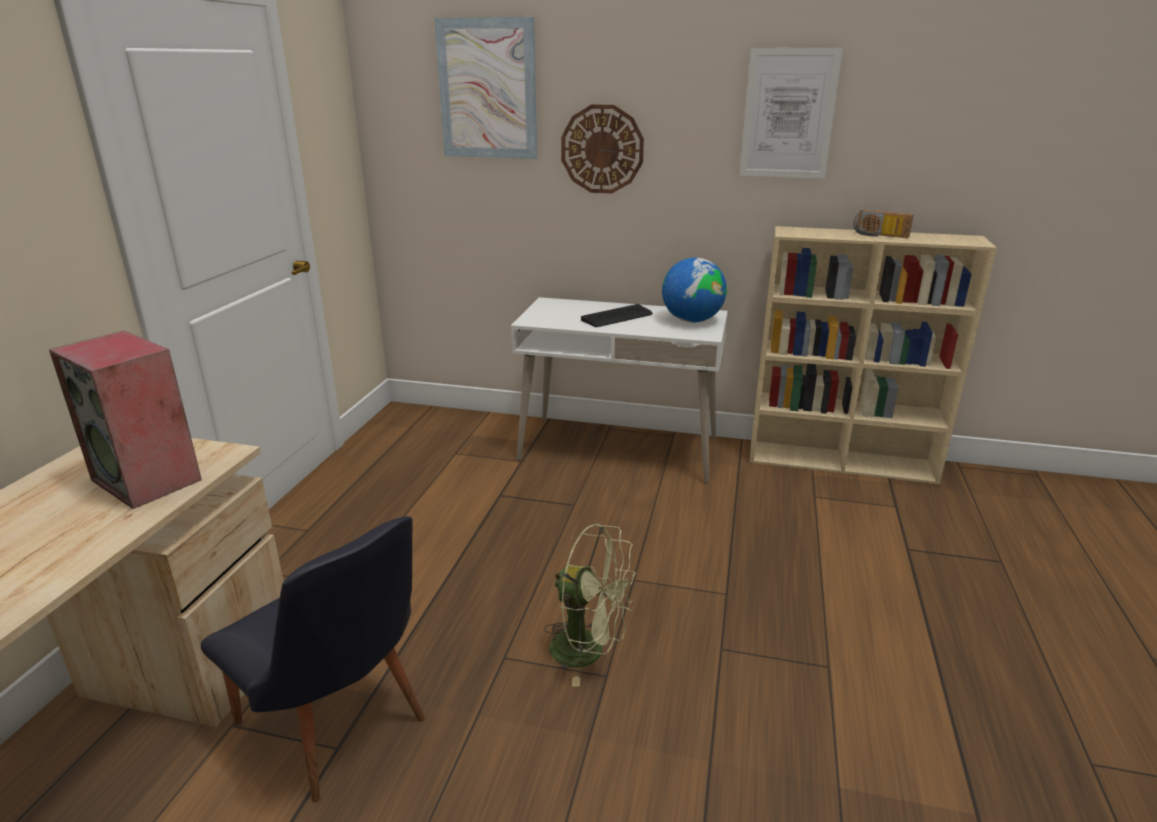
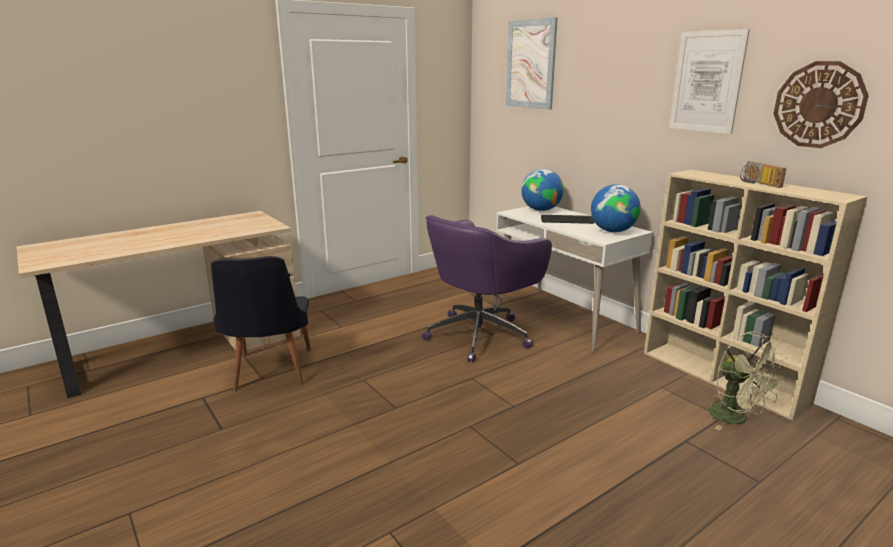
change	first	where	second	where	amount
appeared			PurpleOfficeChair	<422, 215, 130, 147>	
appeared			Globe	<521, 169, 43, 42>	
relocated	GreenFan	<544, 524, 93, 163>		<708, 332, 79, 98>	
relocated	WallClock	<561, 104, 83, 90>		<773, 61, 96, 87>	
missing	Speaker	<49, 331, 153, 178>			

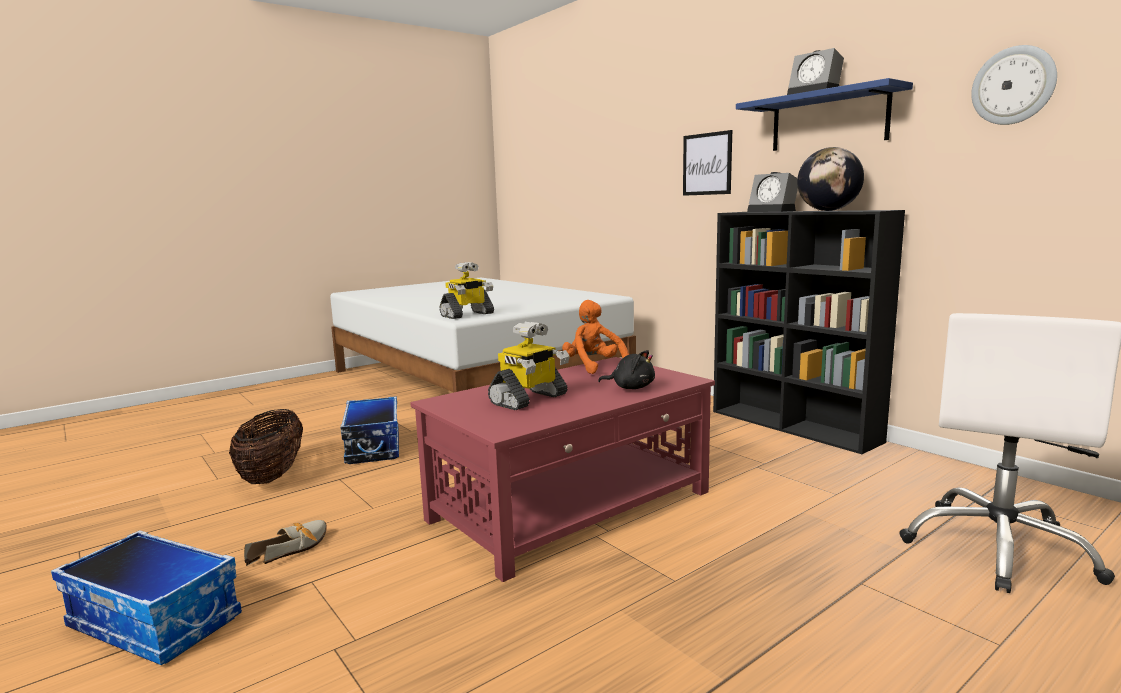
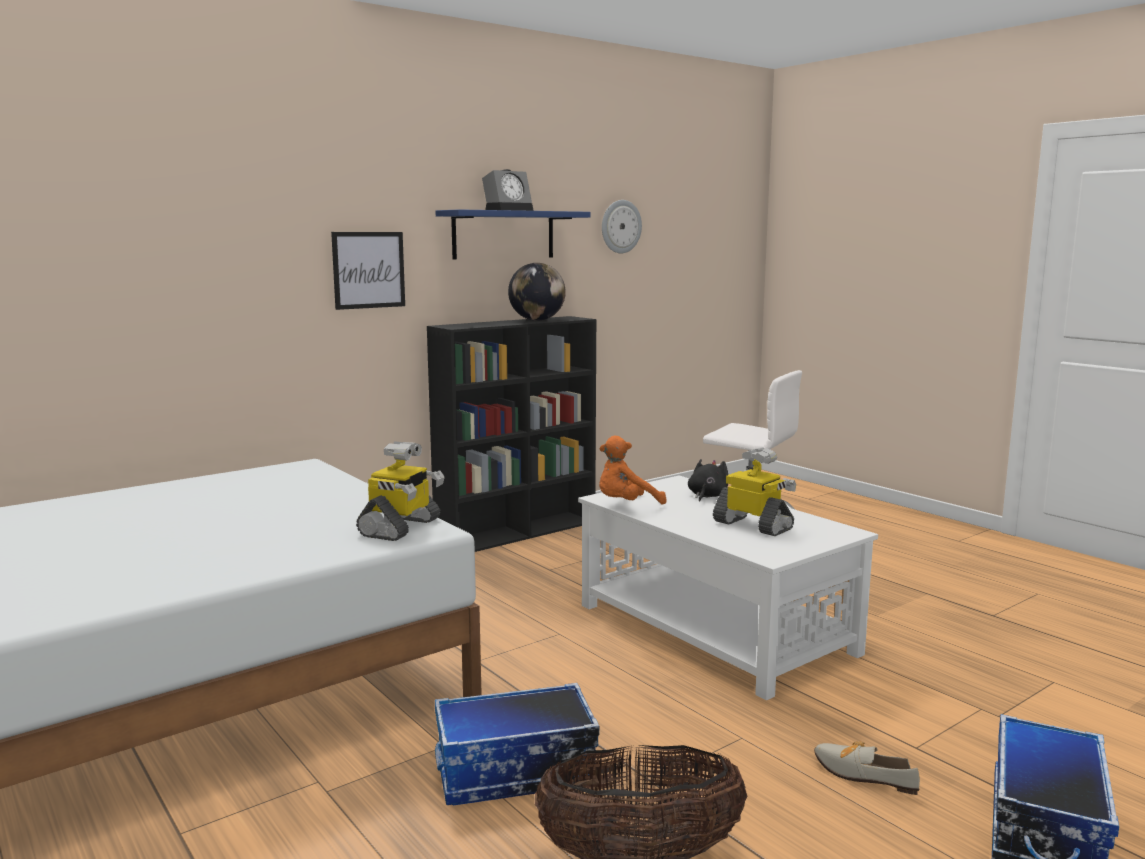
change	first	where	second	where	amount
spun	ToyRobot	<439, 262, 55, 57>		<356, 441, 89, 100>	60 degrees clockwise
colour	RedCoffeeTable	<410, 357, 305, 225>	WhiteCoffeeTable	<578, 476, 300, 224>	
missing	AlarmClock	<747, 172, 51, 40>			

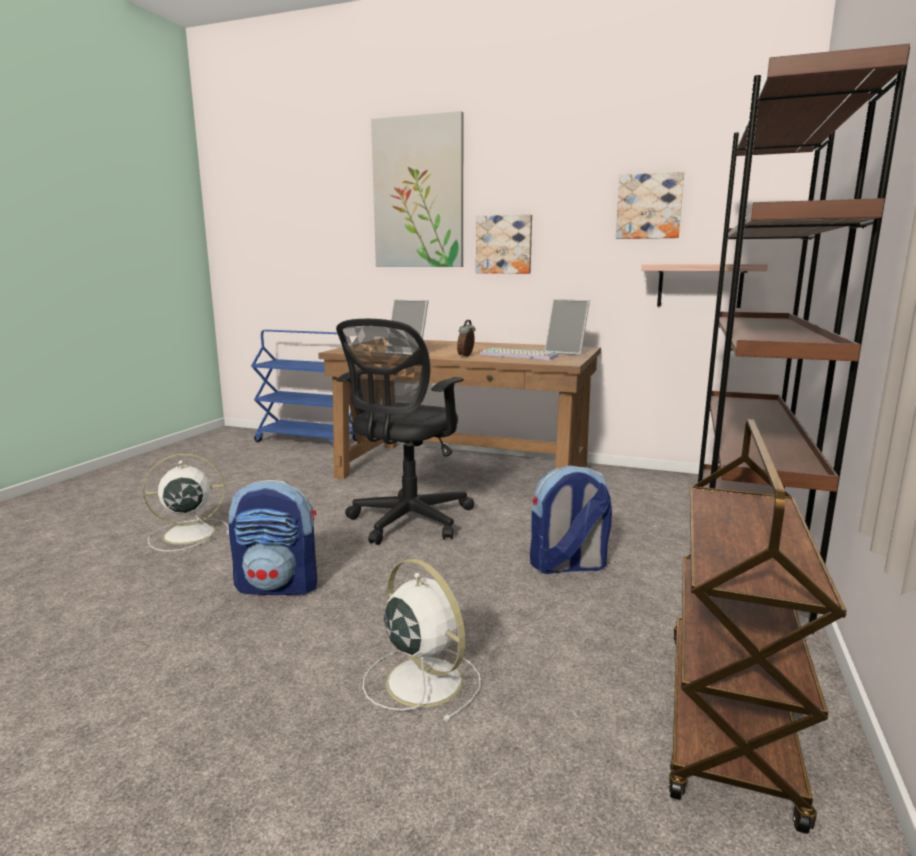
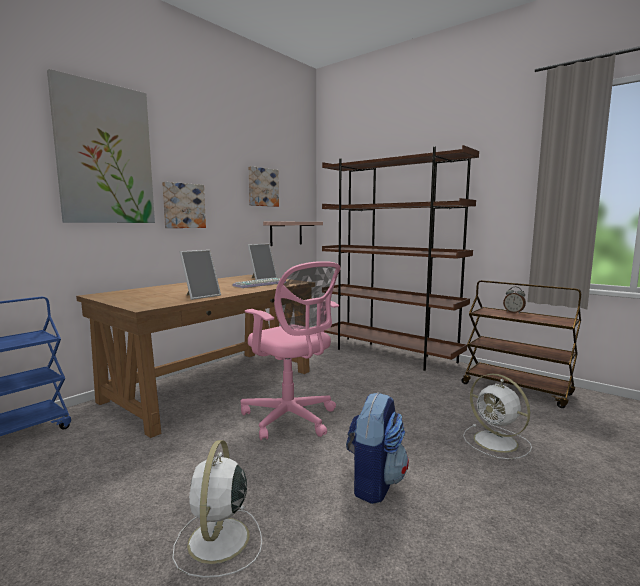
change	first	where	second	where	amount
colour	BlackOfficeChair	<336, 319, 139, 226>	PinkOfficeChair	<241, 261, 100, 179>	
spun	WhiteFan	<363, 559, 118, 163>		<463, 374, 69, 85>	105 degrees counterclockwise
relocated	AlarmClock	<457, 320, 18, 37>		<503, 287, 23, 26>	
missing	Backpack	<530, 465, 82, 109>			

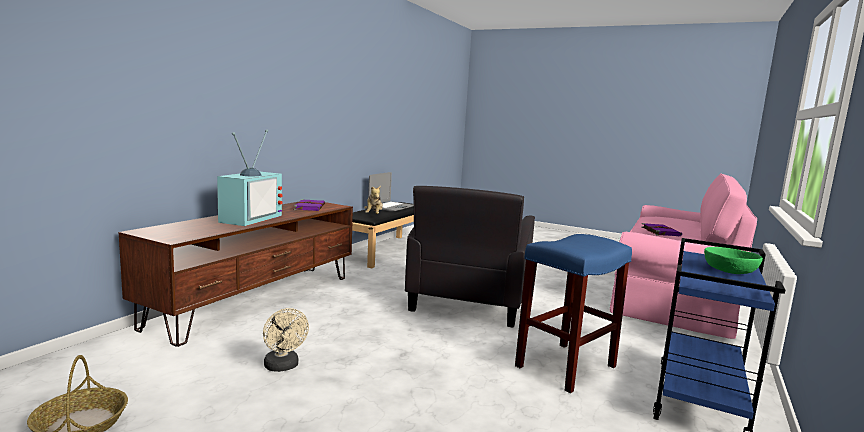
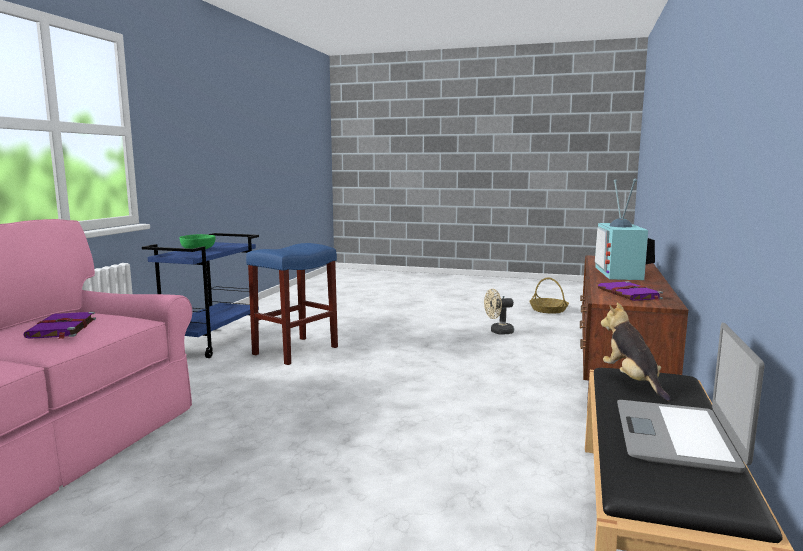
change	first	where	second	where	amount
spun	BeigeFan	<263, 308, 46, 64>		<484, 289, 30, 45>	60 degrees counterclockwise
missing	BlackArmchair	<405, 186, 130, 142>			

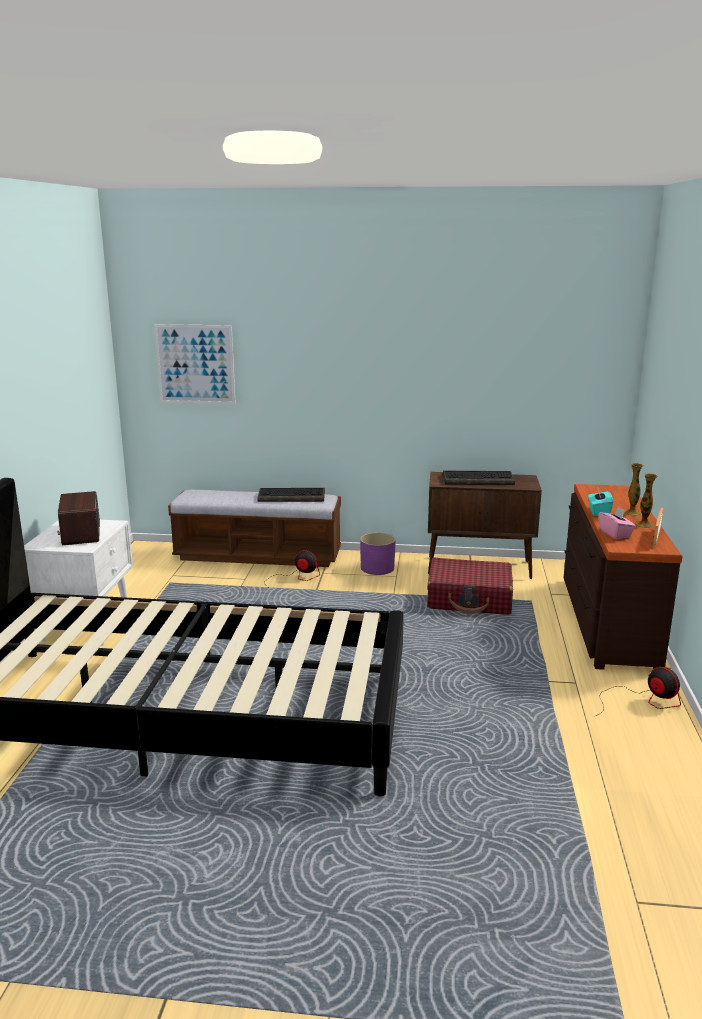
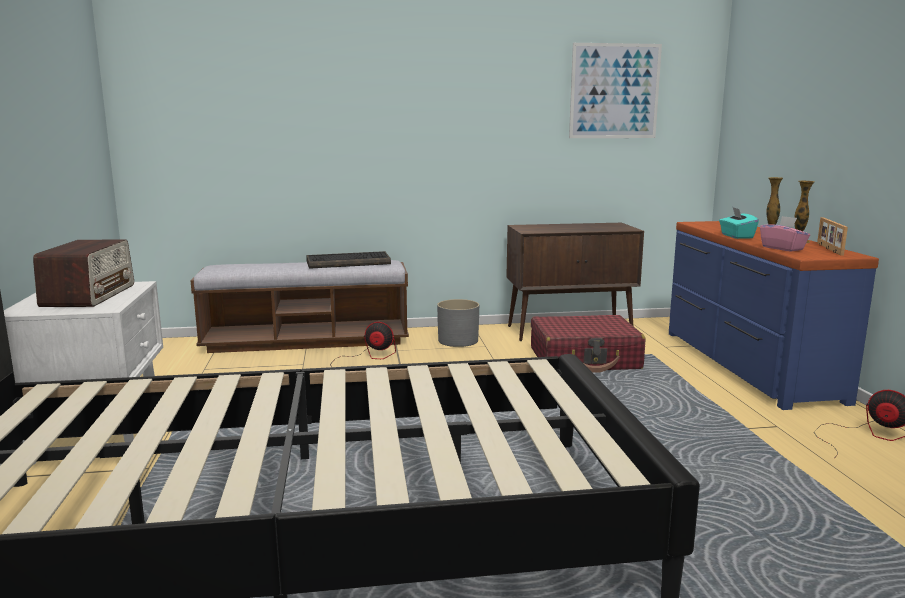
change	first	where	second	where	amount
spun	Radio	<57, 491, 43, 54>		<33, 240, 101, 67>	150 degrees counterclockwise
colour	PurplePlanter	<360, 533, 36, 42>	GreyPlanter	<437, 299, 42, 48>	
relocated	Picture	<154, 324, 82, 80>		<569, 43, 93, 95>	
colour	BrownDresser	<563, 484, 119, 186>	BlueDresser	<669, 221, 210, 189>	
missing	Keyboard	<443, 471, 72, 14>			

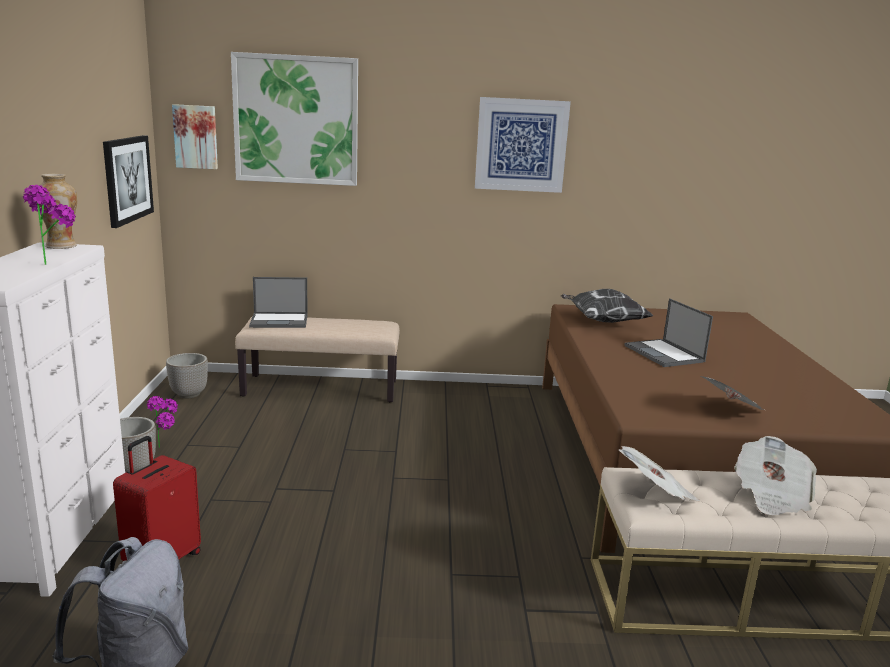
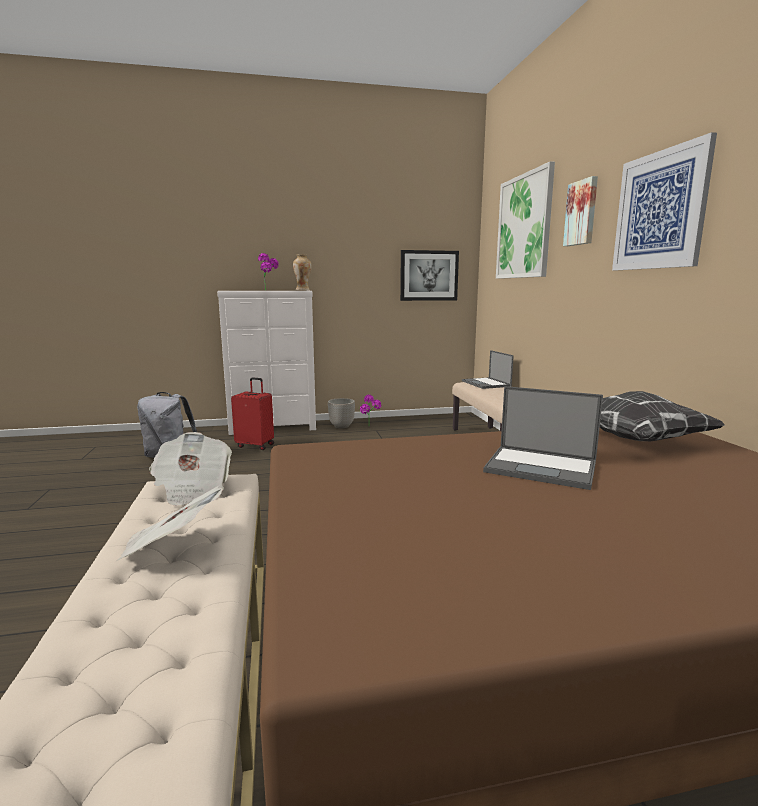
change	first	where	second	where	amount
spun	Laptop	<624, 298, 89, 69>		<483, 386, 120, 104>	120 degrees counterclockwise
relocated	Picture	<172, 104, 46, 65>		<563, 176, 35, 70>	
missing	Planter	<166, 353, 42, 46>			
missing	Newspaper	<701, 376, 63, 34>			

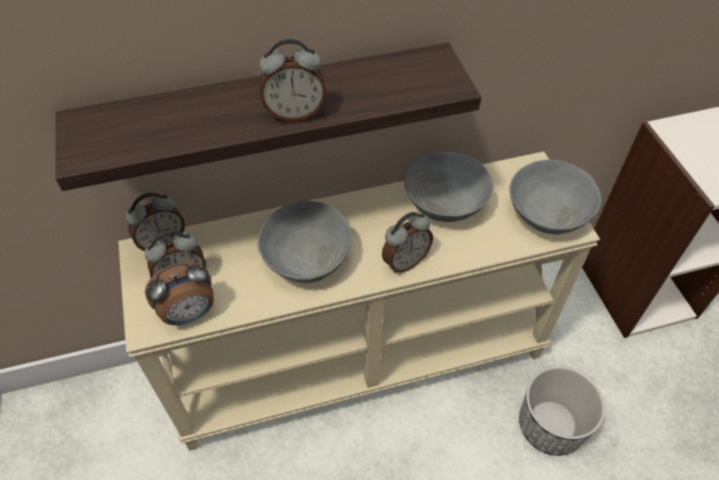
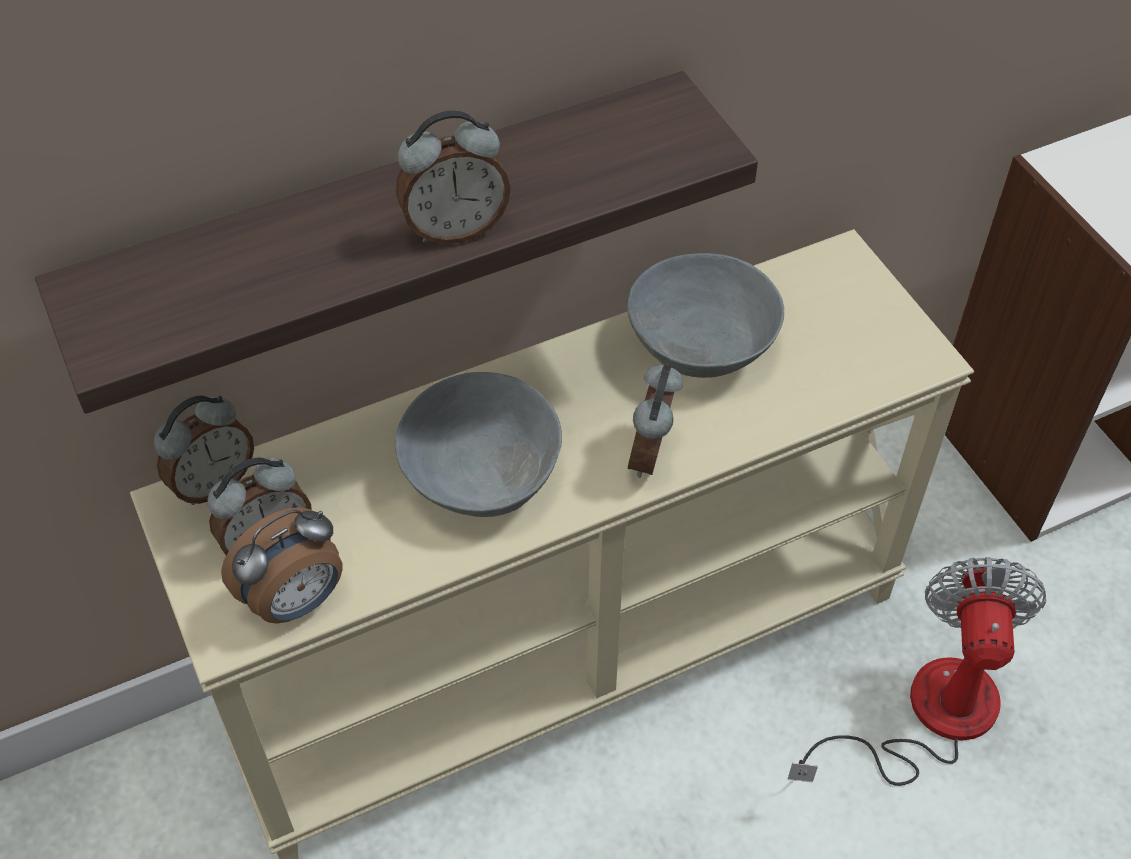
change	first	where	second	where	amount
spun	AlarmClock	<382, 212, 51, 61>		<628, 363, 55, 115>	150 degrees clockwise
exchanged	Planter	<519, 366, 86, 90>	Fan	<788, 557, 258, 229>	
missing	GreyBowl	<510, 160, 91, 75>			

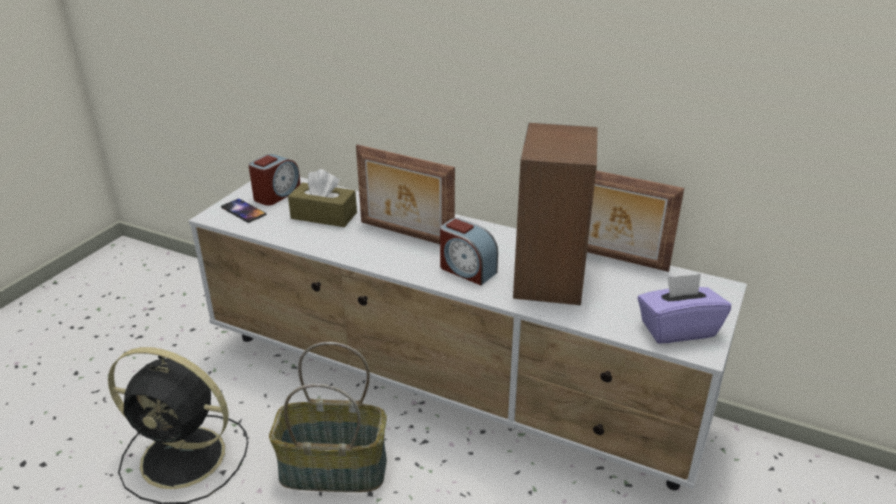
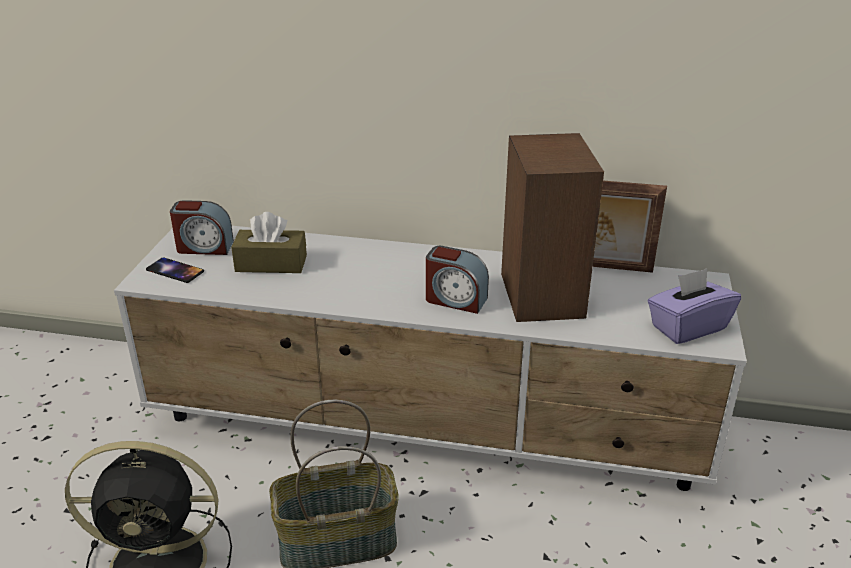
change	first	where	second	where	amount
spun	AlarmClock	<249, 154, 52, 52>		<170, 200, 64, 55>	75 degrees clockwise
missing	PictureFrame	<356, 145, 99, 99>			

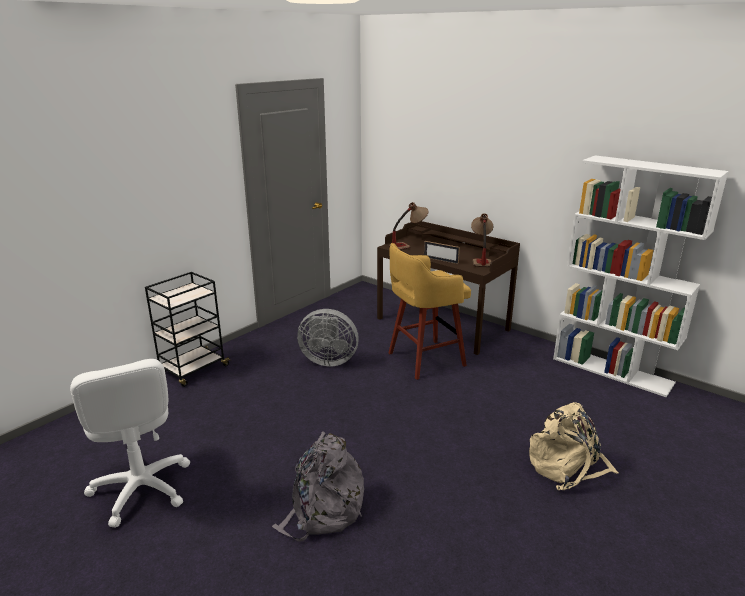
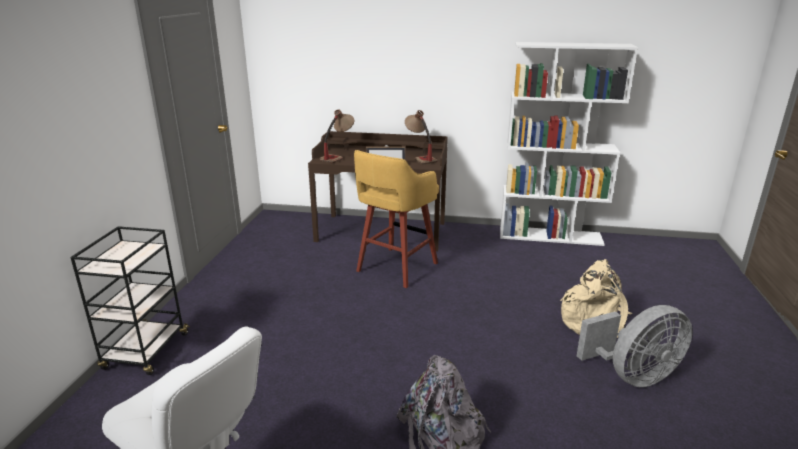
change	first	where	second	where	amount
relocated	GreyFan	<297, 309, 62, 57>		<577, 305, 116, 82>	

